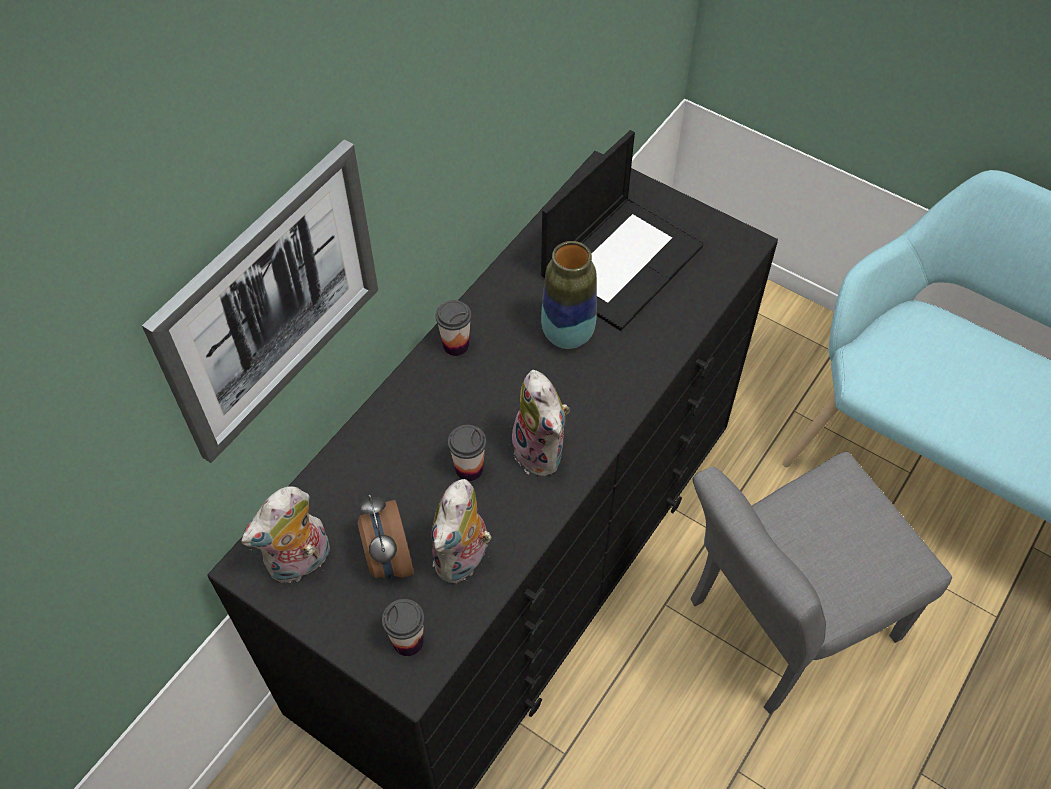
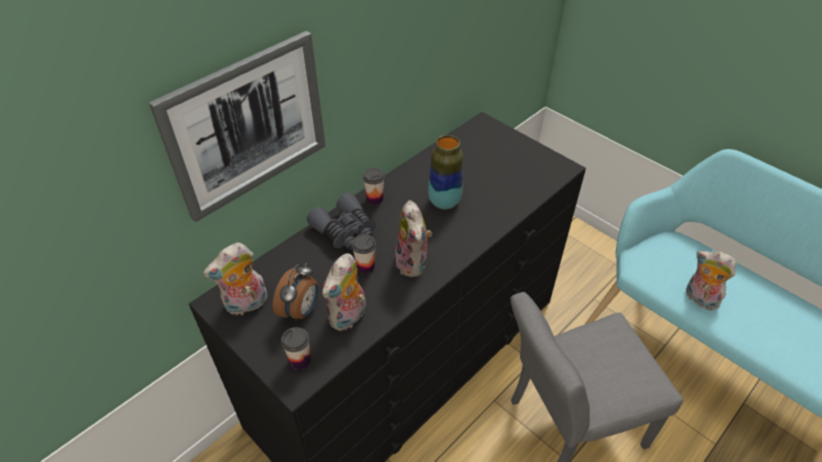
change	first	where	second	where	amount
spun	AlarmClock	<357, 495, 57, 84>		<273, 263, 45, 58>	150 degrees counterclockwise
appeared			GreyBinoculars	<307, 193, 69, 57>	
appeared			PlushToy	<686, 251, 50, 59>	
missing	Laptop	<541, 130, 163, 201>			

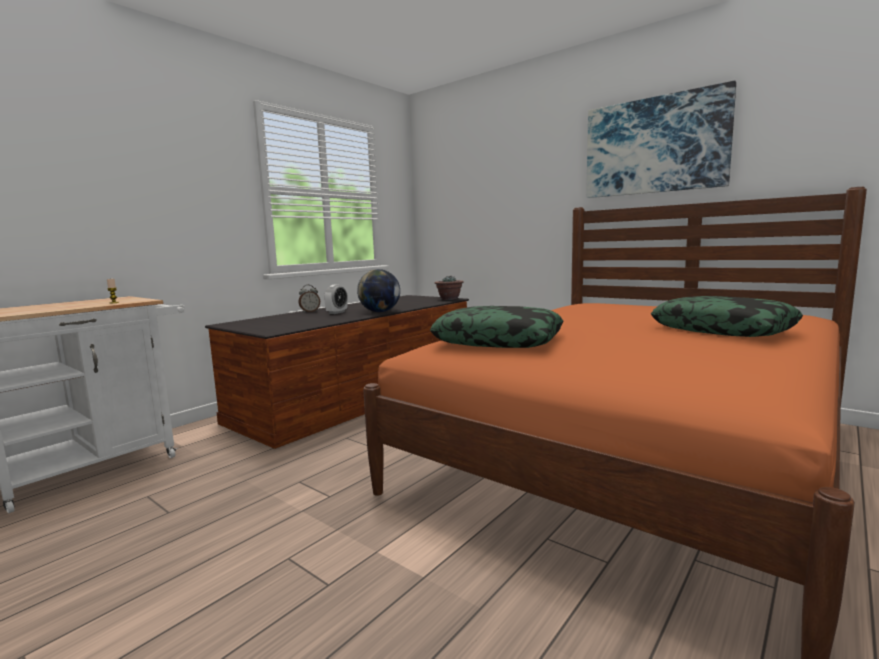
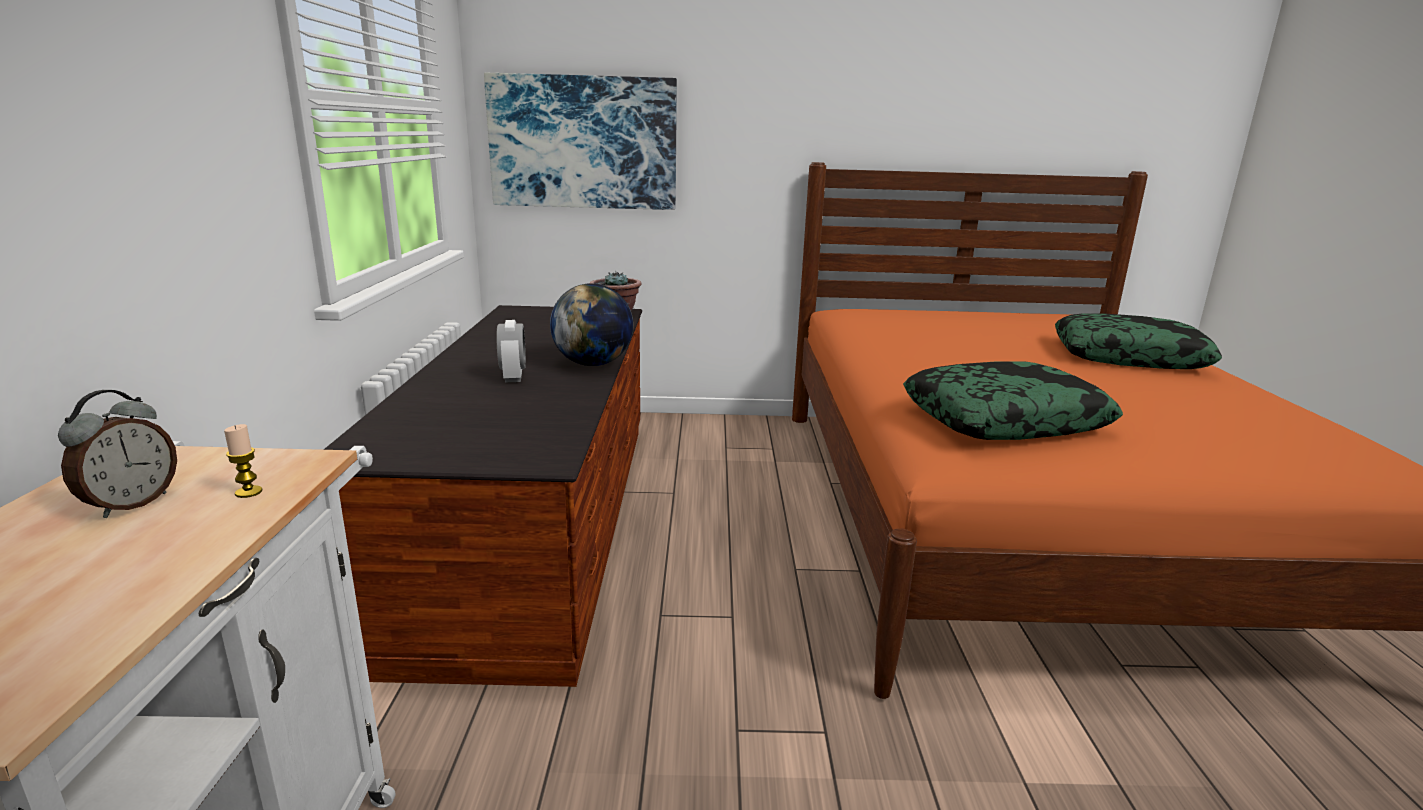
change	first	where	second	where	amount
relocated	AlarmClock	<299, 285, 21, 27>		<58, 390, 119, 128>	
relocated	Picture	<586, 81, 150, 117>		<484, 73, 193, 137>	

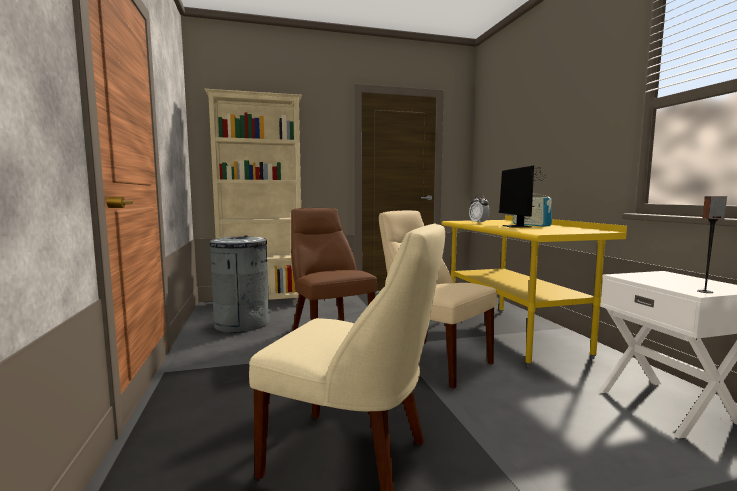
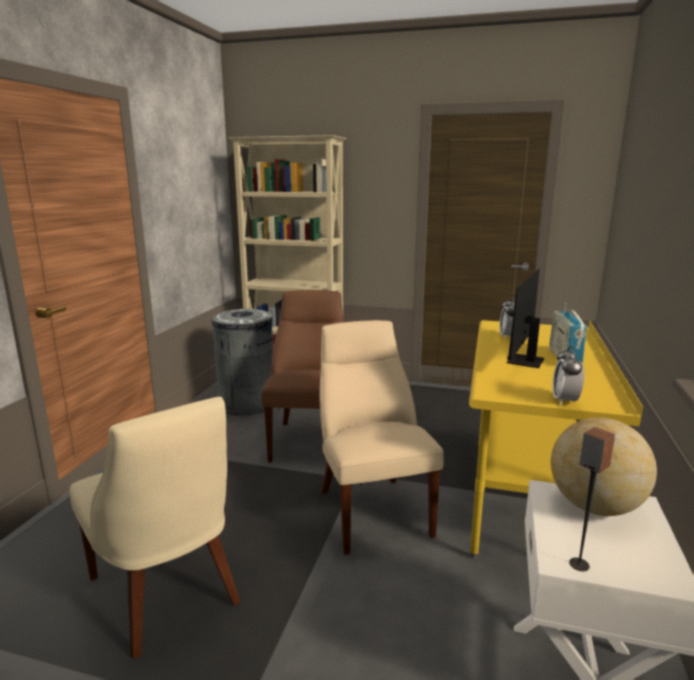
change	first	where	second	where	amount
appeared			Globe	<551, 418, 106, 98>	
appeared			AlarmClock	<552, 346, 32, 59>	

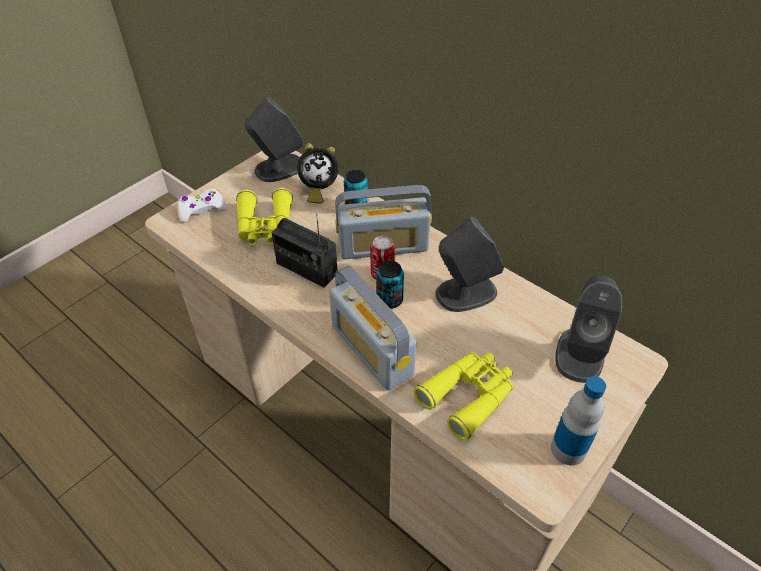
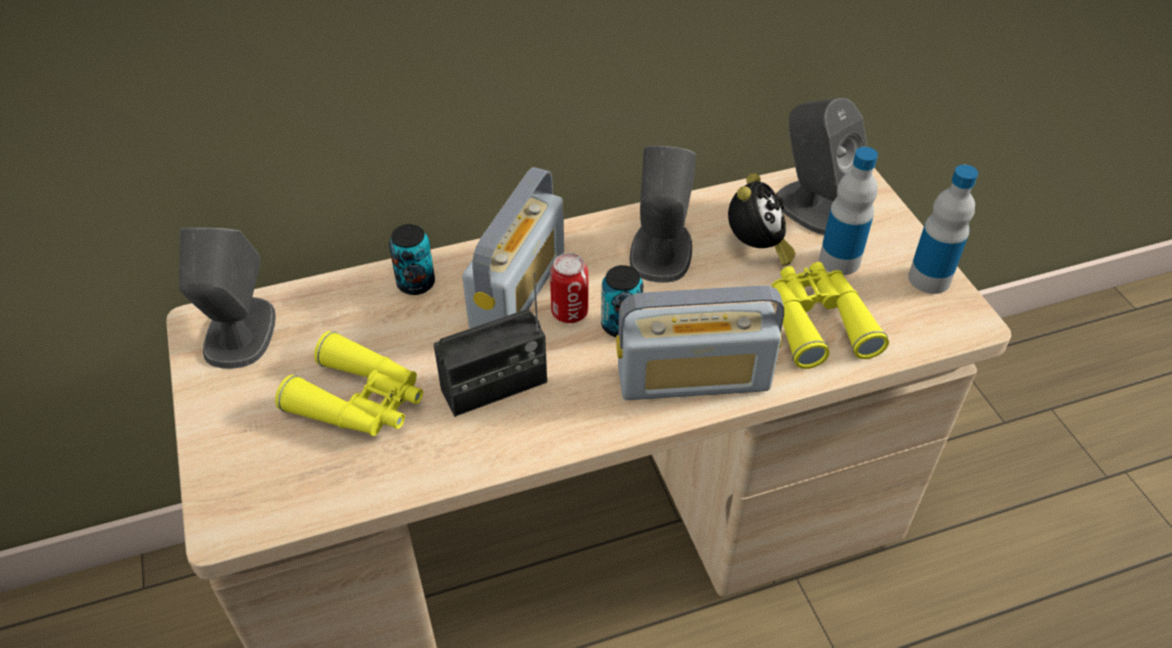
change	first	where	second	where	amount
relocated	AlarmClock	<297, 143, 41, 60>		<728, 173, 67, 93>	
appeared			Bottle	<819, 147, 59, 128>	
missing	WhiteGameController	<177, 188, 50, 35>			

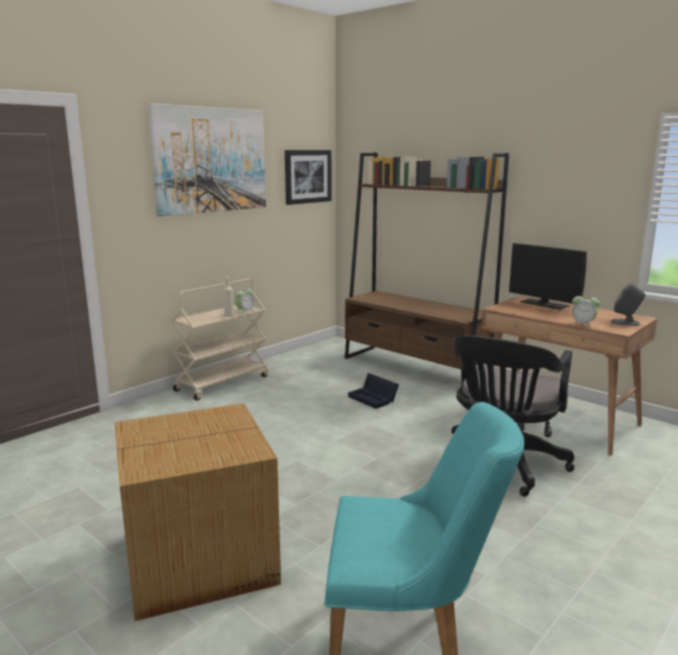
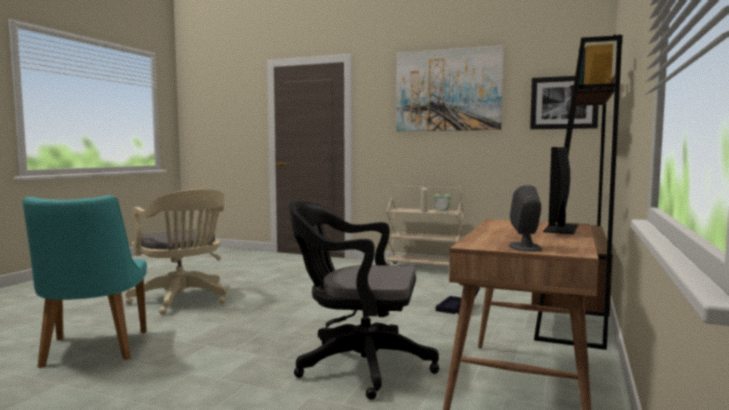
change	first	where	second	where	amount
exchanged	CardboardBox	<114, 403, 167, 218>	BeigeOfficeChair	<126, 189, 101, 126>	
missing	AlarmClock	<571, 292, 29, 36>			

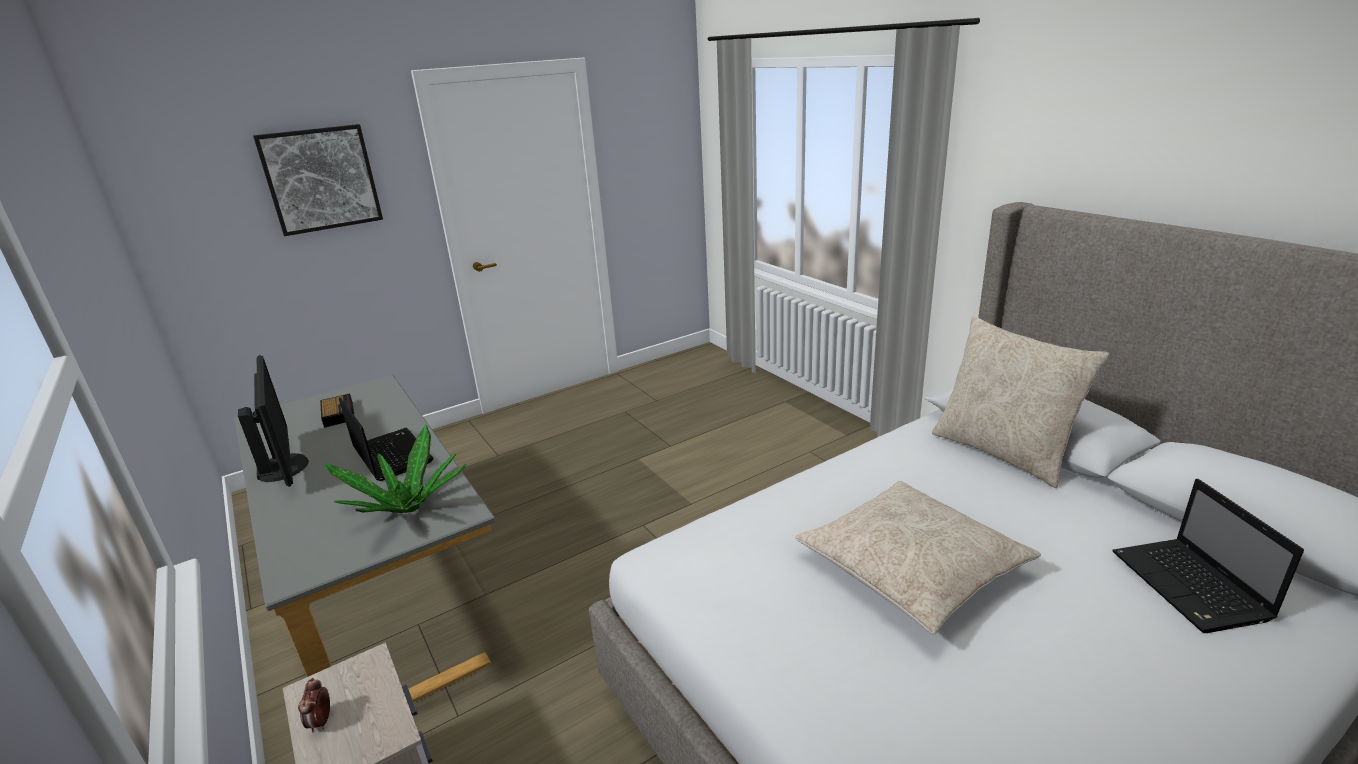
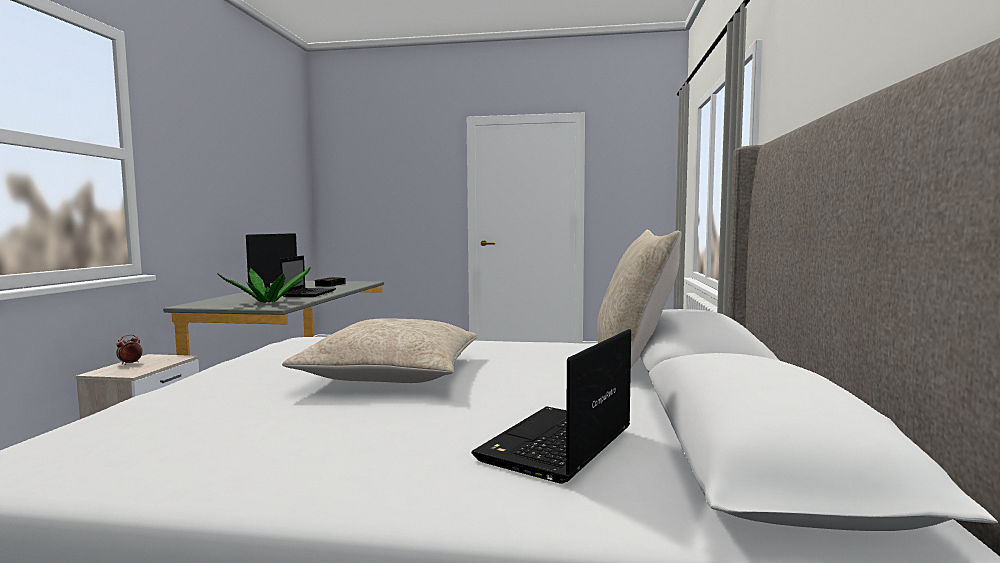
change	first	where	second	where	amount
missing	Picture	<253, 124, 130, 112>			

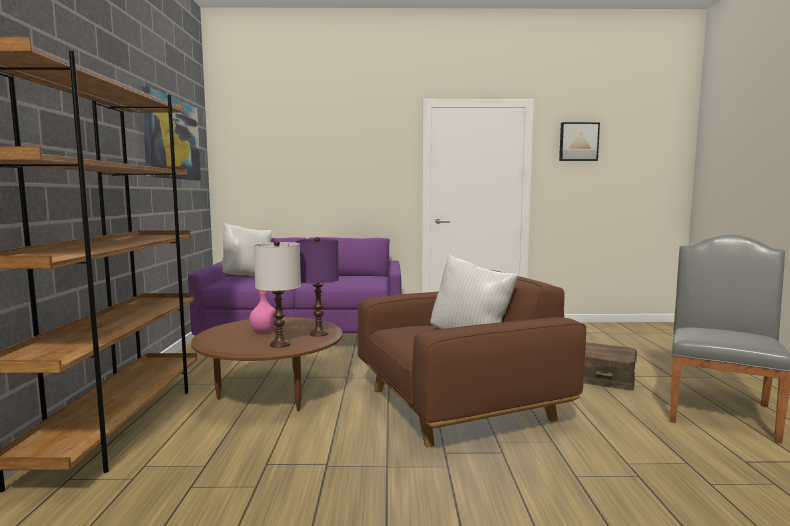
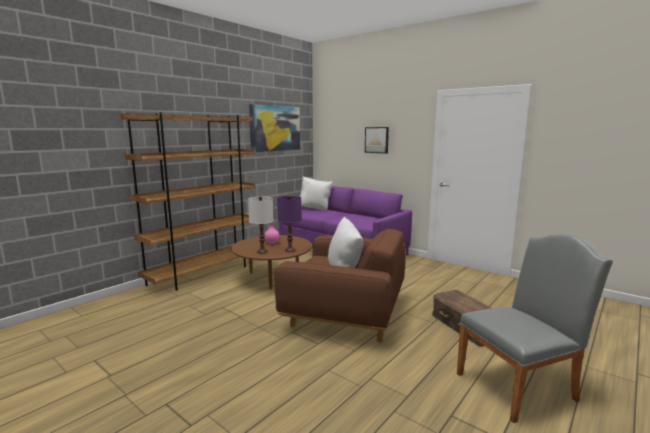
change	first	where	second	where	amount
relocated	Picture	<559, 122, 41, 39>		<365, 127, 24, 27>	

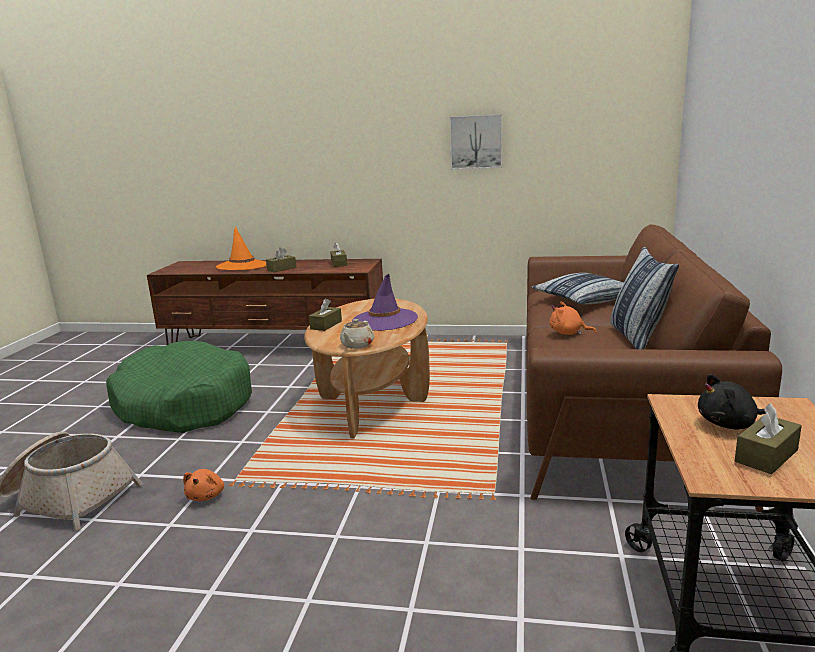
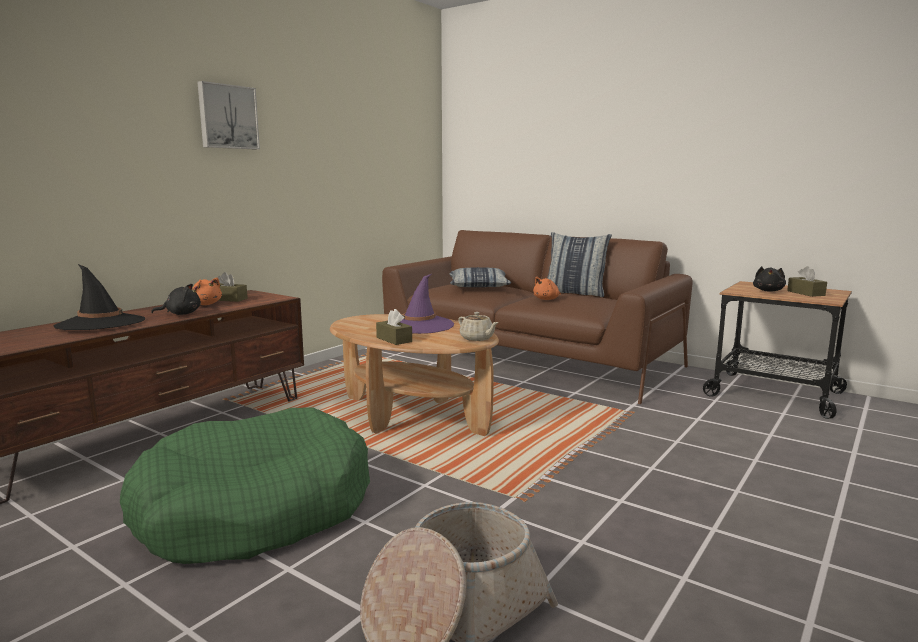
change	first	where	second	where	amount
colour	OrangeHat	<216, 227, 51, 43>	BlackHat	<54, 264, 91, 66>	
exchanged	BrownTissueBox	<266, 247, 30, 25>	BlackPlushToy	<151, 284, 50, 31>	
relocated	OrangePlushToy	<183, 469, 41, 32>		<192, 278, 30, 27>	
relocated	Picture	<450, 114, 52, 56>		<197, 81, 63, 68>	

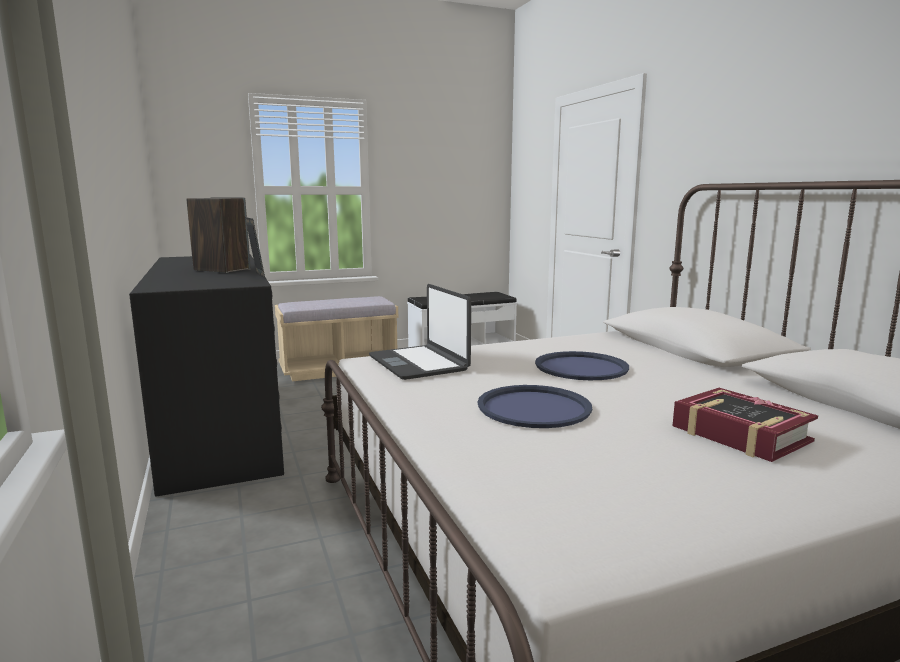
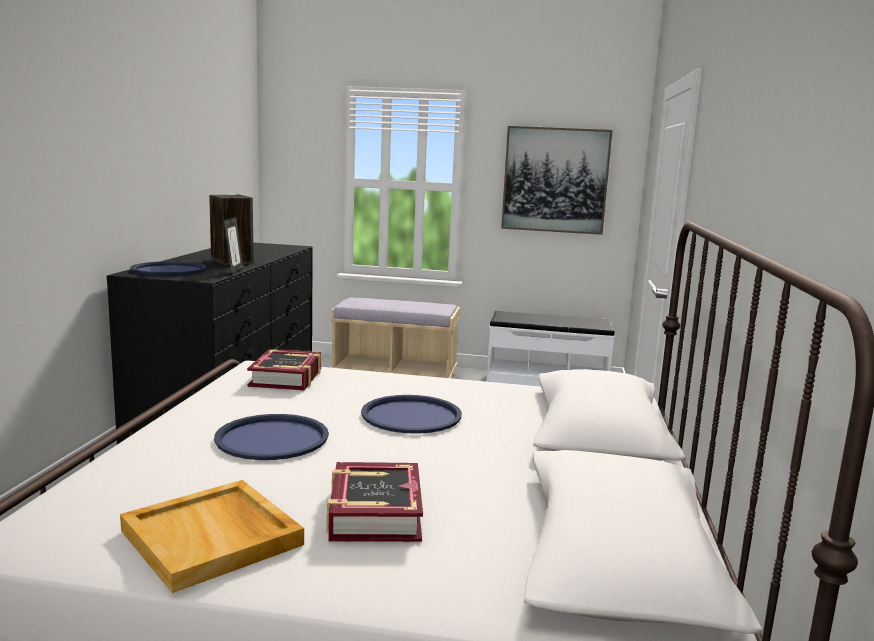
change	first	where	second	where	amount
appeared			BeigeTray	<120, 480, 184, 113>	
appeared			BlueTray	<130, 261, 77, 15>	
exchanged	Laptop	<369, 284, 102, 96>	Book	<247, 349, 74, 41>	
appeared			Picture	<501, 126, 112, 109>	

